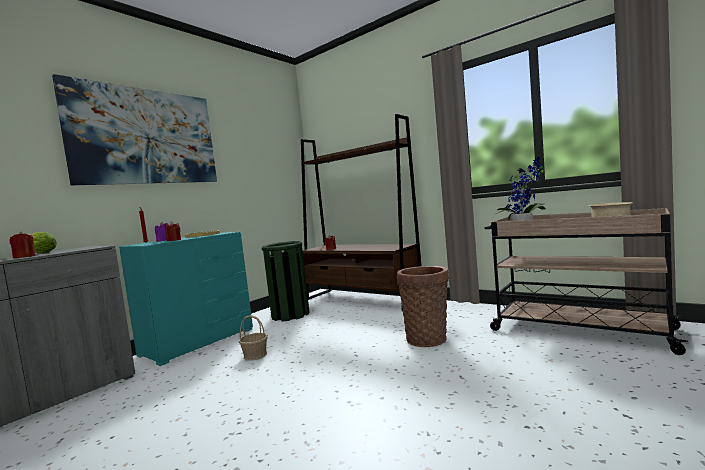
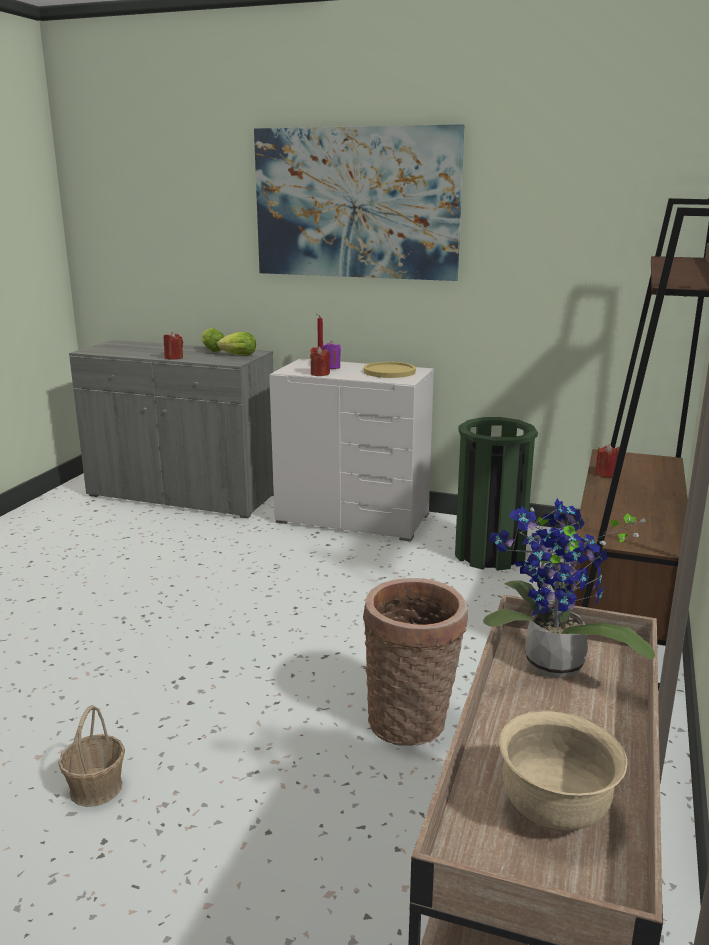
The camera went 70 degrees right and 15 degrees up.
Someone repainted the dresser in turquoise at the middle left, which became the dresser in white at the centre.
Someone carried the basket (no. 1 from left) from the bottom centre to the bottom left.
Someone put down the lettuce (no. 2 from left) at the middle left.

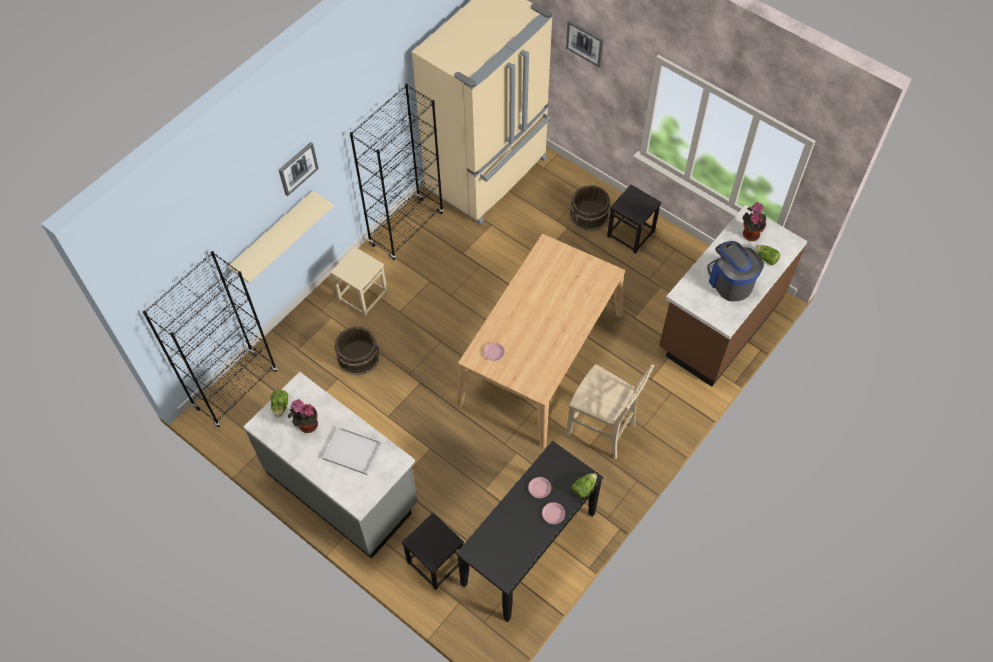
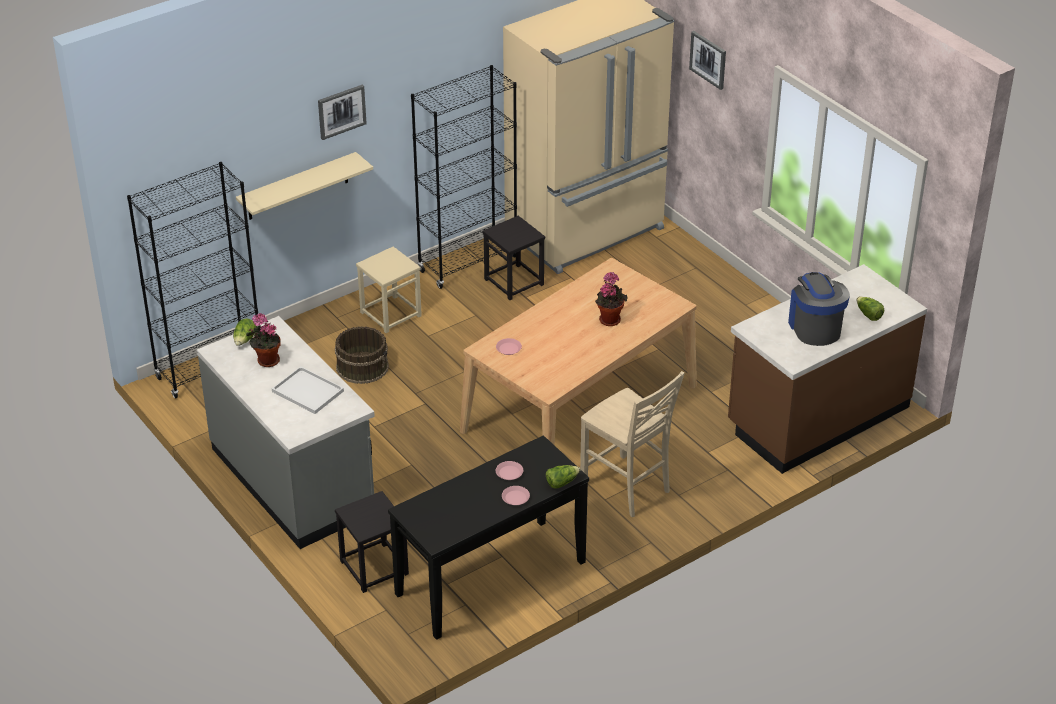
The camera went 15 degrees right and 20 degrees down.
Someone took away the bucket in brown (no. 2 from left) at the top centre.
Someone carried the stool in black (no. 2 from left) from the top centre to the centre.
Someone carried the potted plant (no. 2 from left) from the middle right to the centre.

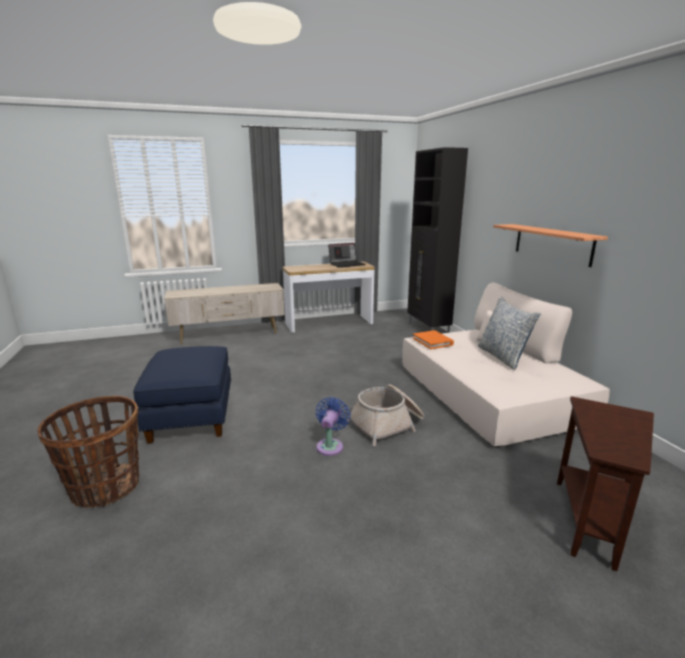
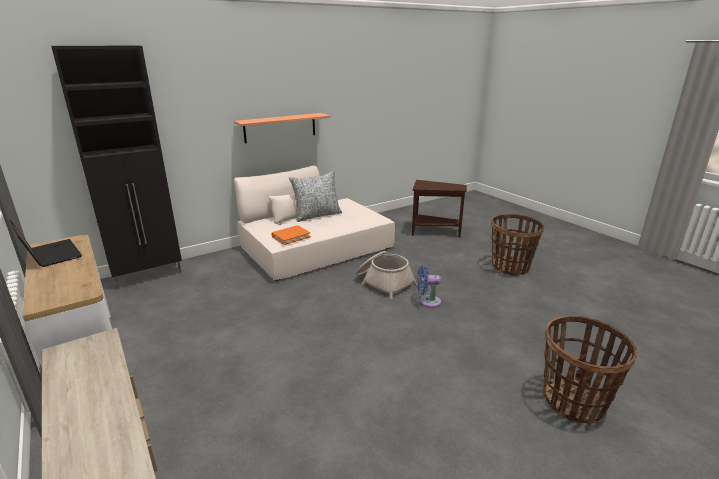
The camera went 105 degrees left and 5 degrees up.
Someone took away the ottoman in blue at the middle left.
Someone put down the basket (no. 2 from left) at the middle right.

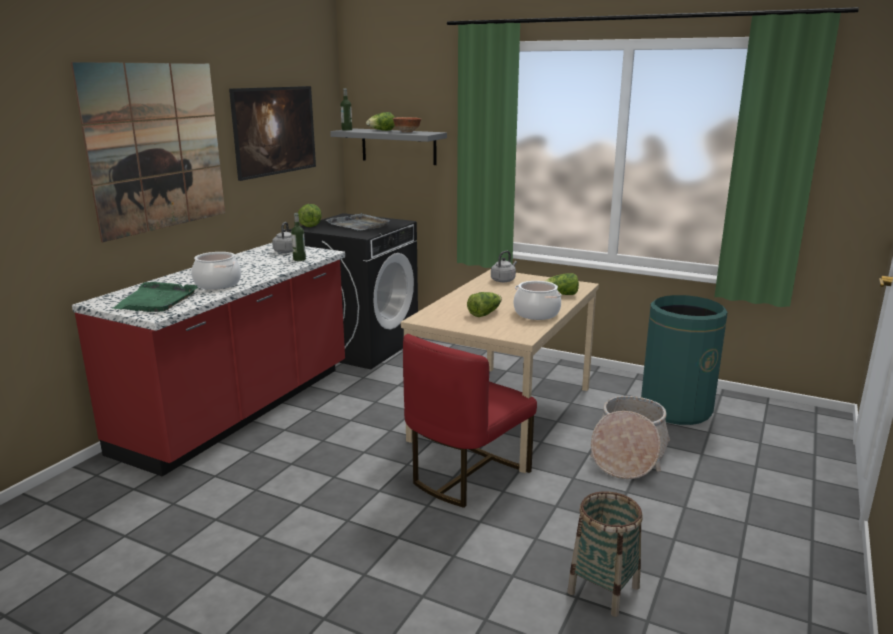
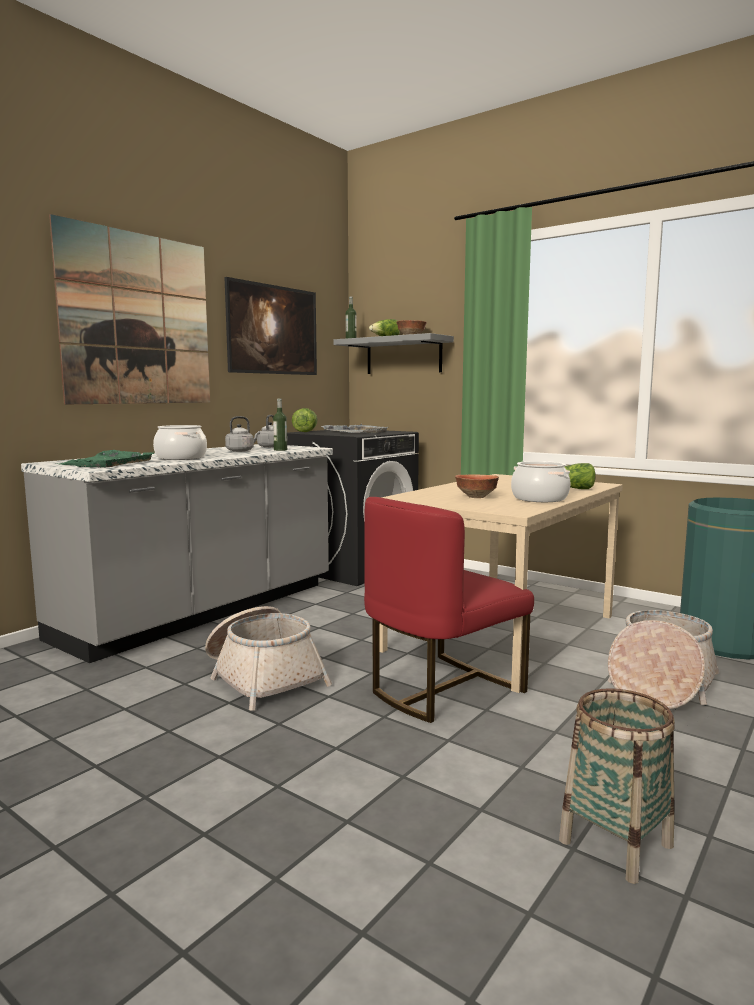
The camera went 10 degrees right and 10 degrees down.
Someone repainted the counter in red at the middle left, which became the counter in grey at the middle left.
Someone carried the kettle in grey (no. 2 from left in the first image) from the centre to the middle left.
Someone swapped the lettuce (no. 3 from left) at the centre for the bowl (no. 2 from left) at the centre.
Someone put down the basket (no. 1 from left) at the centre.

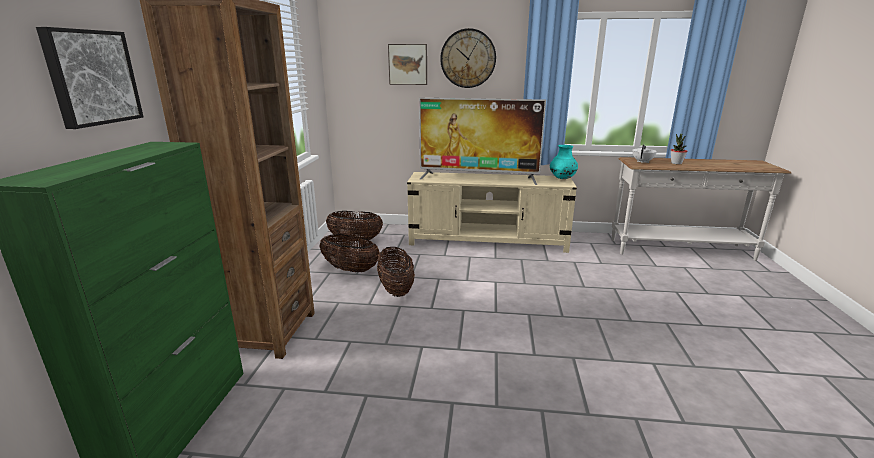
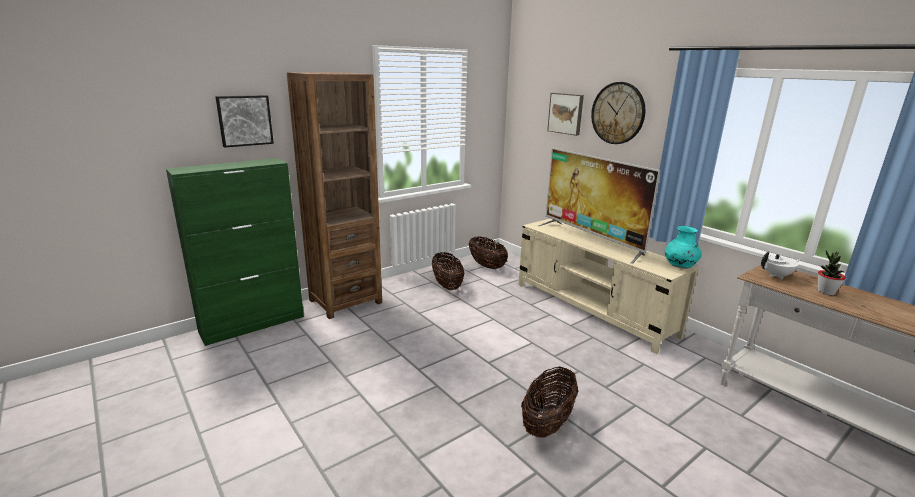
The camera went 45 degrees right and 0 degrees up.
Someone carried the basket (no. 3 from left) from the centre to the bottom centre.

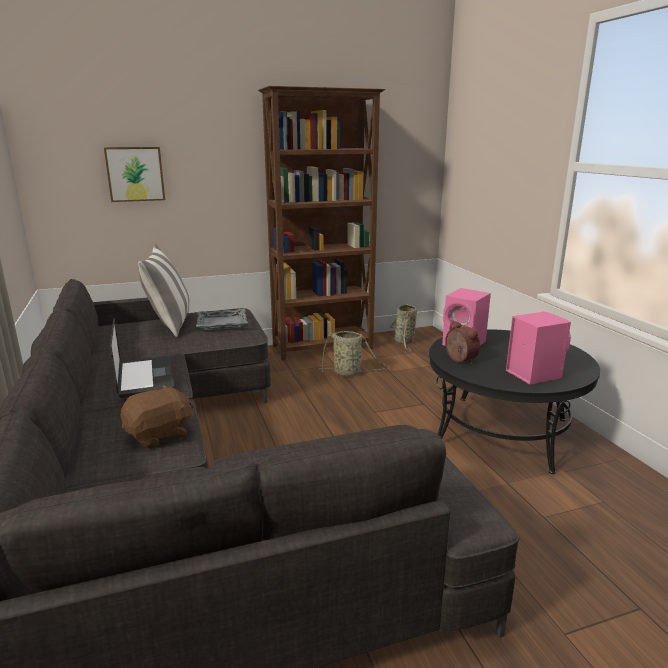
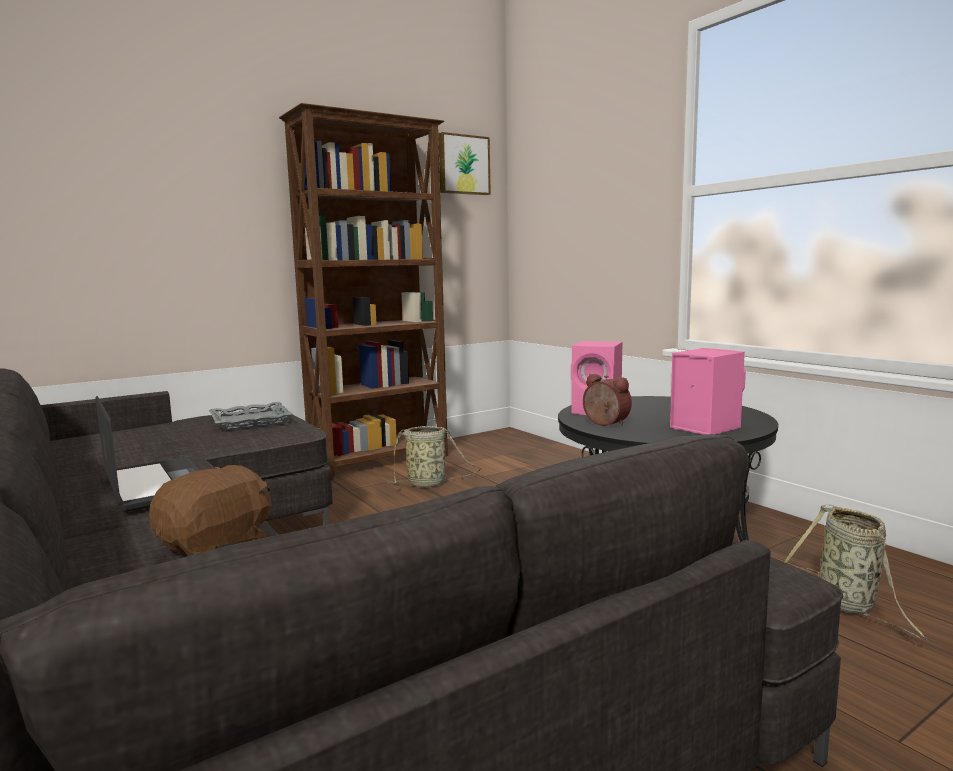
The camera went 15 degrees left and 10 degrees down.
Someone carried the picture from the top left to the top centre.
Someone took away the pillow at the middle left.
Someone carried the basket (no. 2 from left) from the centre to the bottom right.

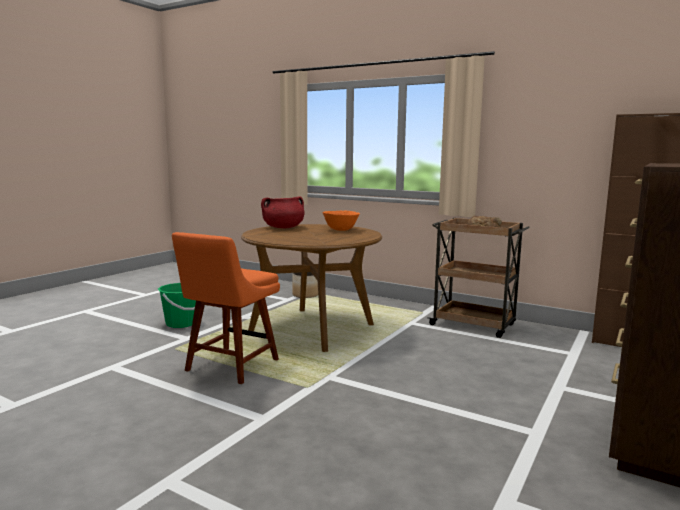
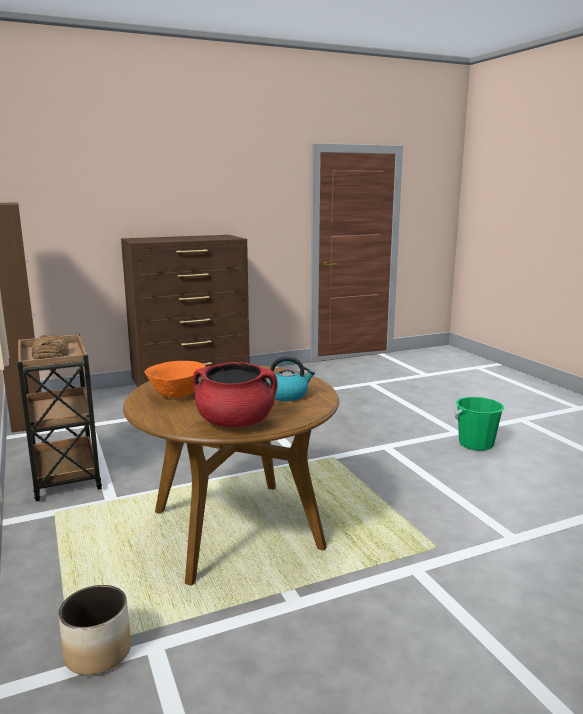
The camera went 145 degrees left and 5 degrees up.
Someone took away the chair in orange at the middle left.
Someone carried the bucket in green from the middle left to the middle right.
Someone put down the kettle at the centre.

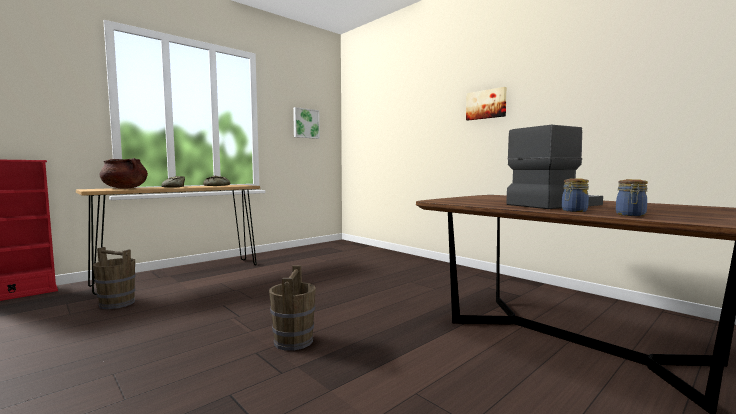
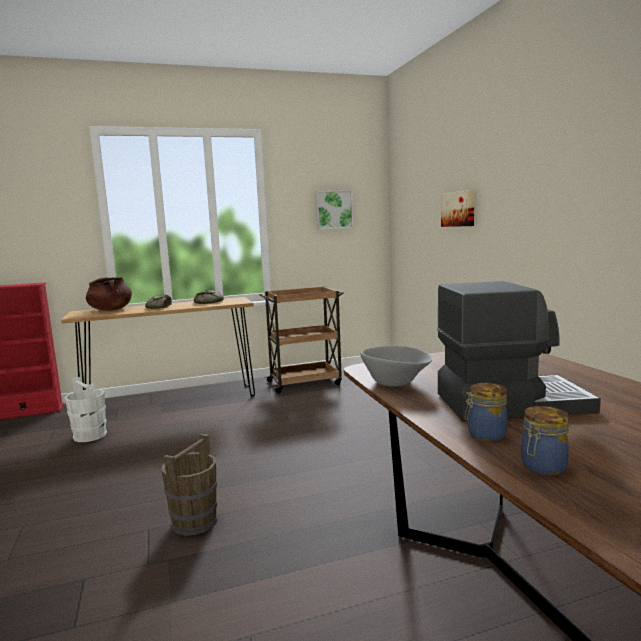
The camera went 25 degrees right and 5 degrees up.
Someone carried the picture (no. 2 from left) from the top centre to the top right.
Someone repainted the bucket in brown (no. 1 from left) at the bottom left, which became the bucket in white at the middle left.
Someone put down the cart in brown at the centre.
Someone put down the bowl in grey at the centre.

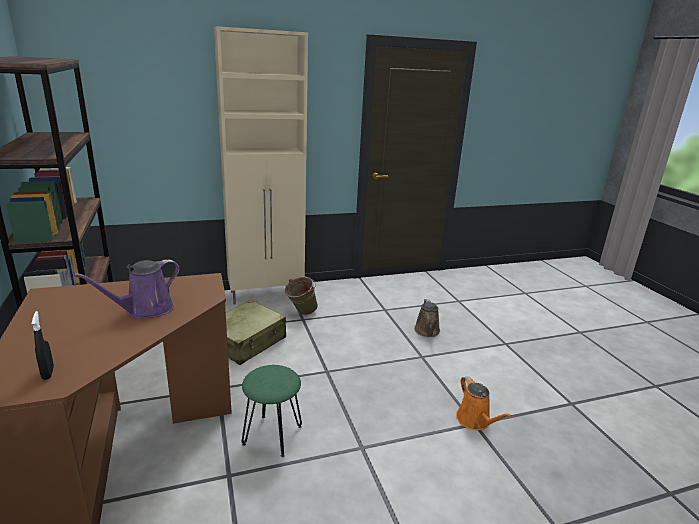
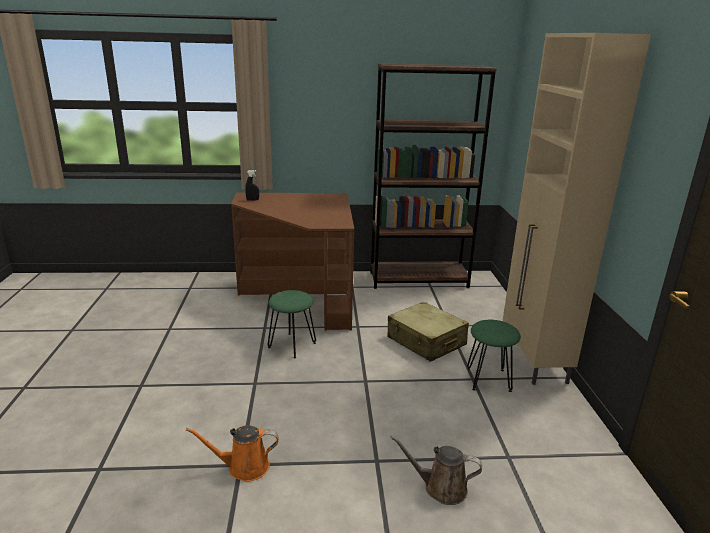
The camera went 105 degrees right and 0 degrees up.
Someone took away the watering can in purple at the middle left.
Someone swapped the bucket in green at the centre for the stool in green (no. 2 from left) at the bottom right.

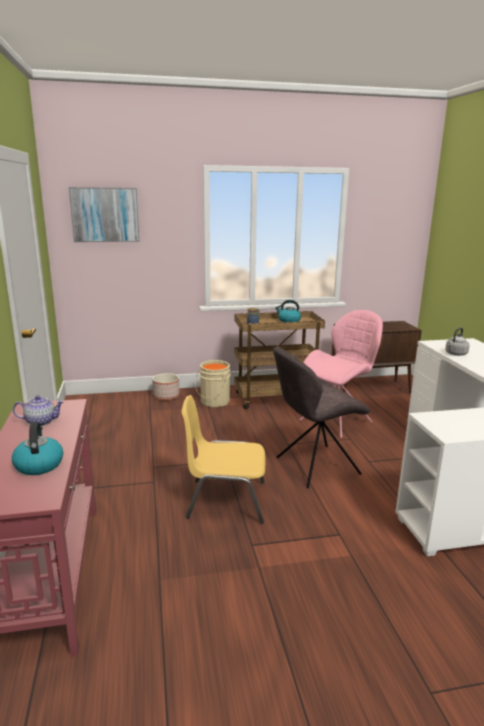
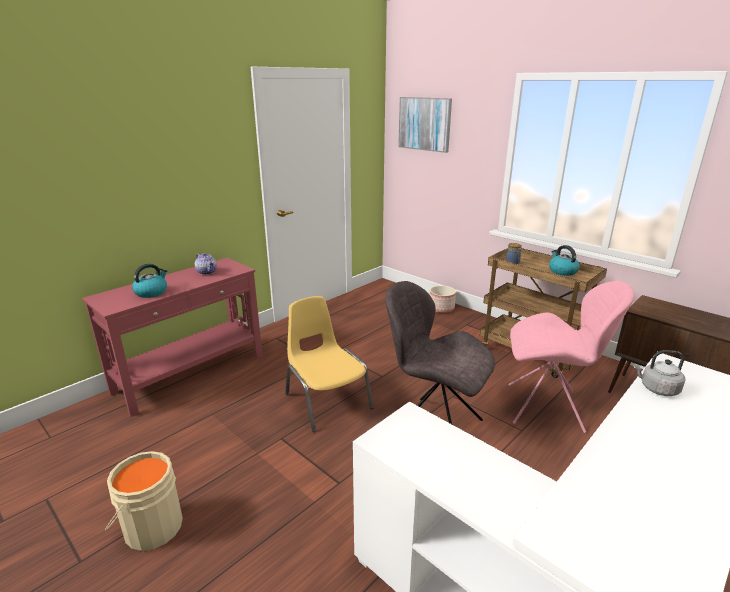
The camera went 55 degrees right and 5 degrees up.
Someone carried the bucket in beige from the centre to the bottom left.

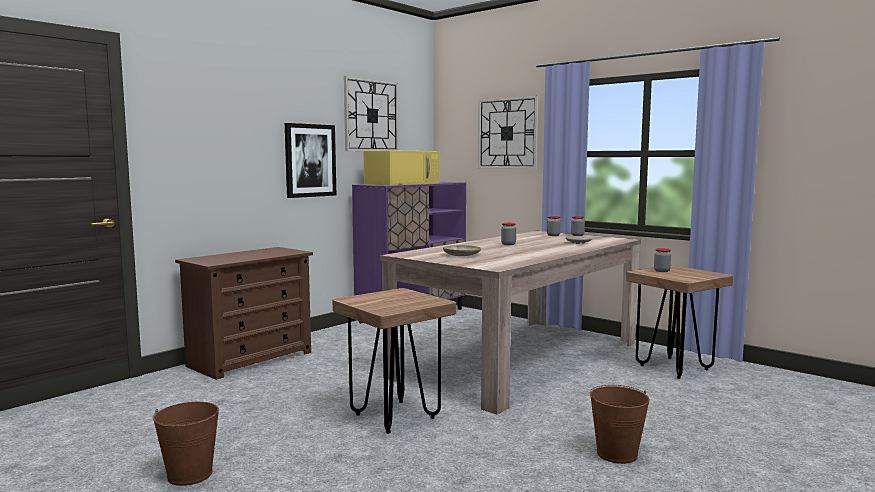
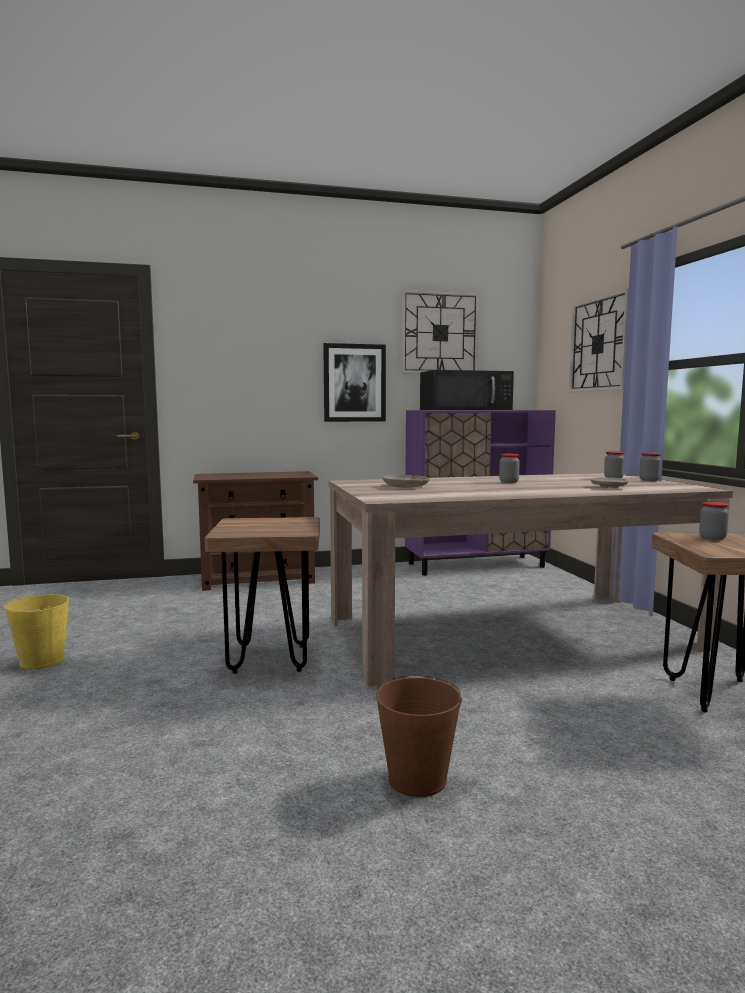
The camera went 35 degrees right and 0 degrees up.
Someone repainted the microwave in yellow at the centre, which became the microwave in black at the centre.
Someone repainted the bucket in brown (no. 1 from left) at the bottom left, which became the bucket in yellow at the middle left.

